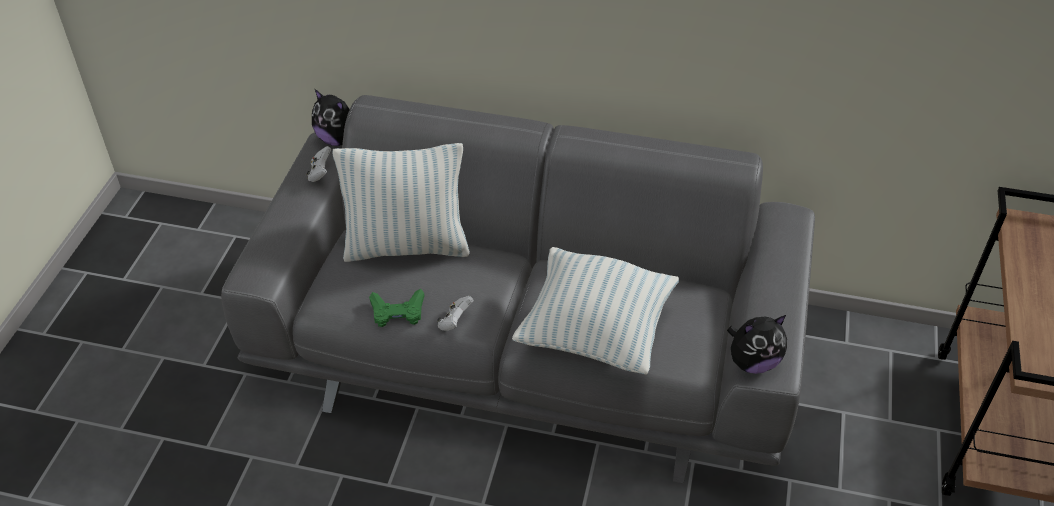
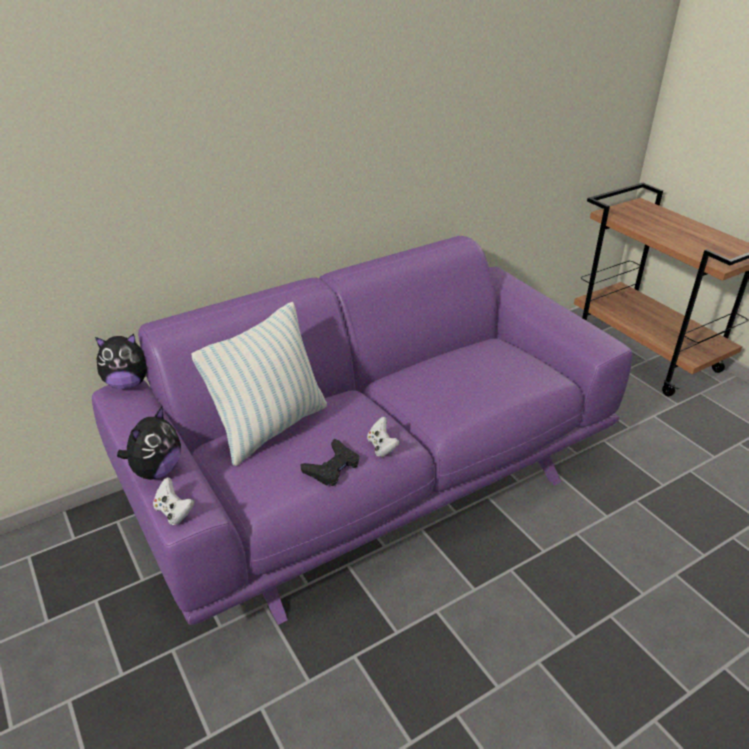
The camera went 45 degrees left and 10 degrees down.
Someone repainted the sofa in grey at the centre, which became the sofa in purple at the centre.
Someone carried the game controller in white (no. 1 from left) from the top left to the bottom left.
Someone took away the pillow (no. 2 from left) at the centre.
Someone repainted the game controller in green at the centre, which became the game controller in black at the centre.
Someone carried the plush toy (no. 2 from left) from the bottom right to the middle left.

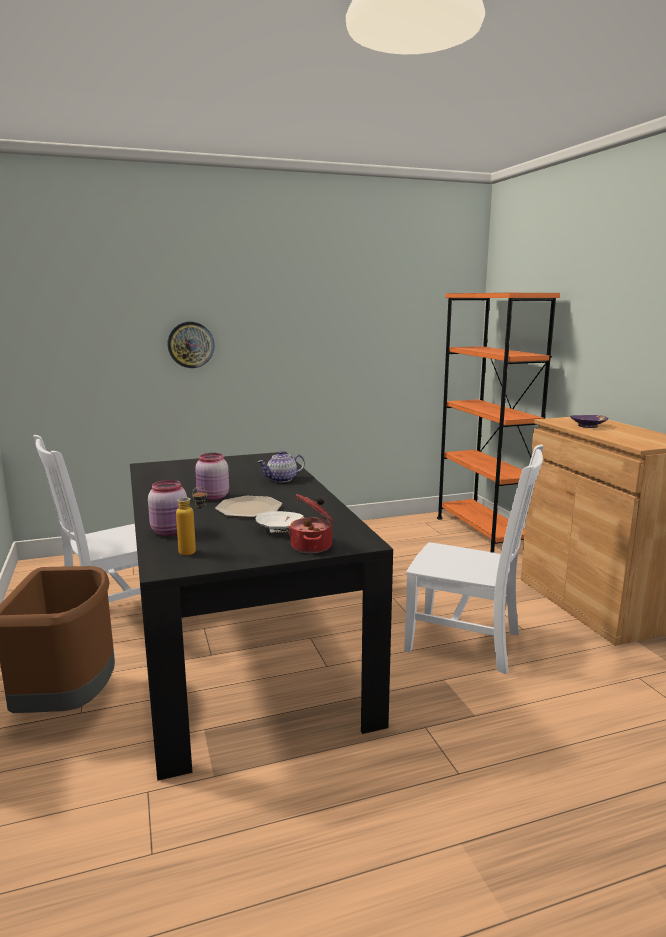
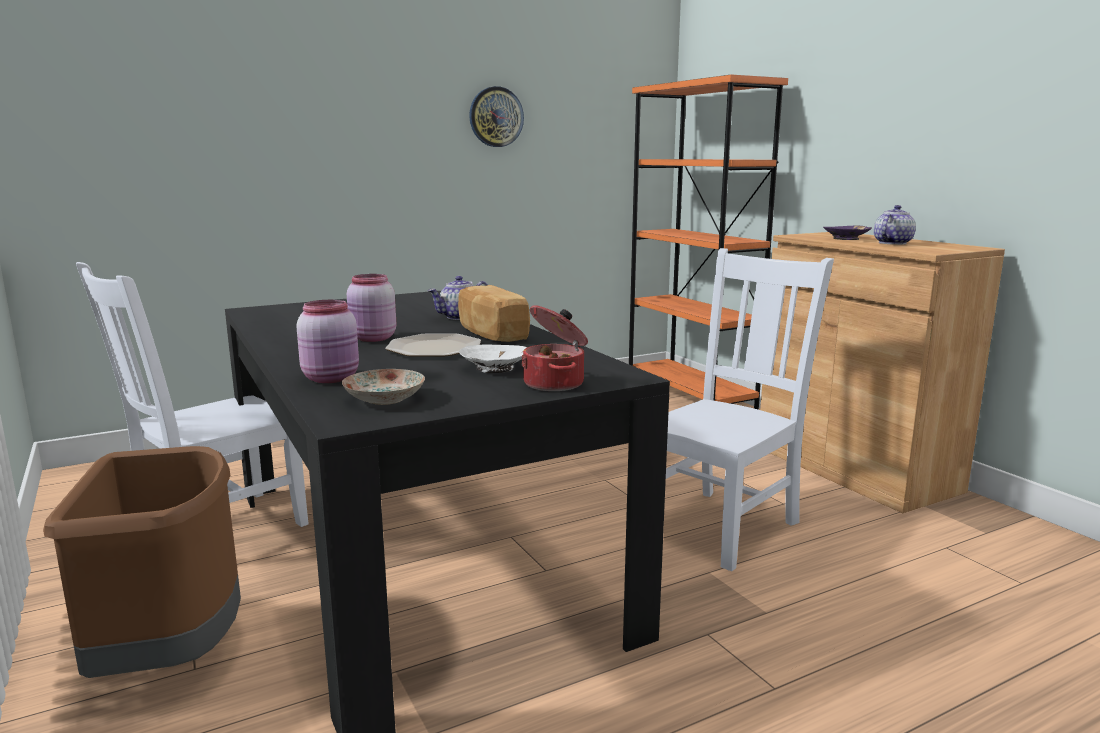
The camera went 10 degrees left and 0 degrees up.
Someone carried the wall clock from the middle left to the top centre.
Someone rotated the chair in white (no. 2 from left) at the middle right by 60 degrees counterclockwise.
Someone swapped the bottle at the middle left for the plate (no. 1 from left) at the centre.
Someone put down the teapot (no. 2 from left) at the top right.
Someone put down the bread at the centre.

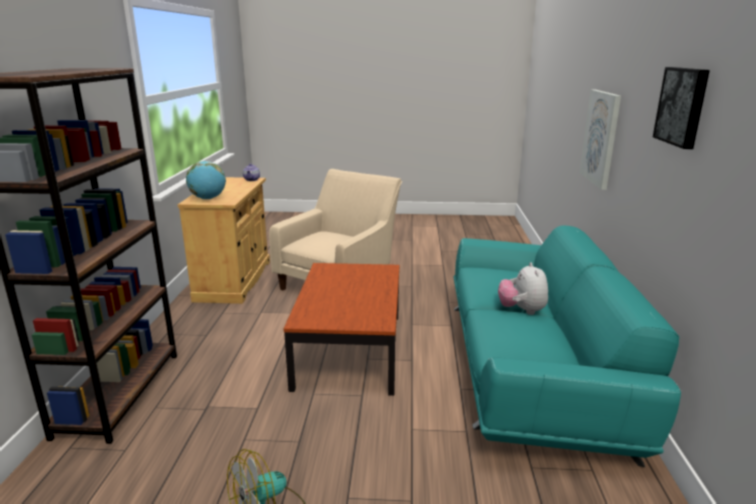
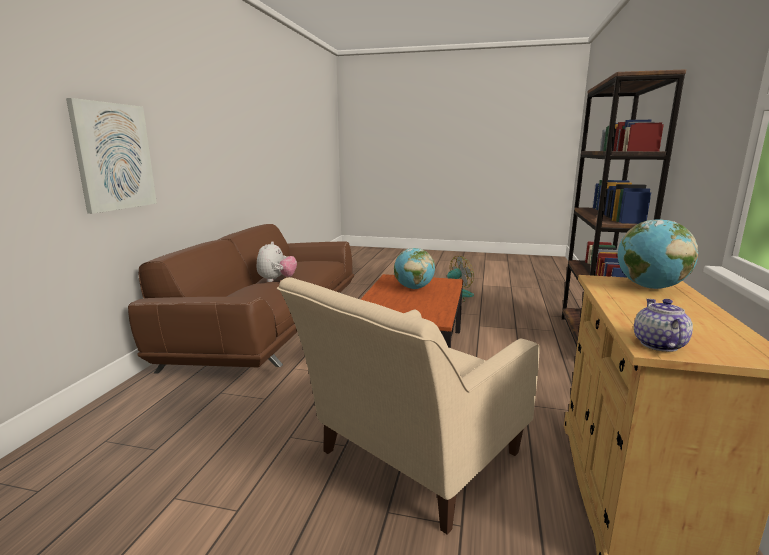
The camera went 170 degrees left and 5 degrees down.
Someone took away the picture (no. 2 from left) at the top right.
Someone repainted the sofa in turquoise at the bottom right, which became the sofa in brown at the middle left.
Someone put down the globe (no. 1 from left) at the centre.

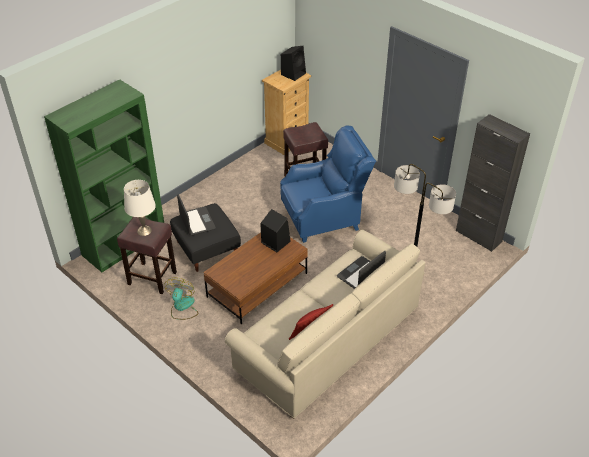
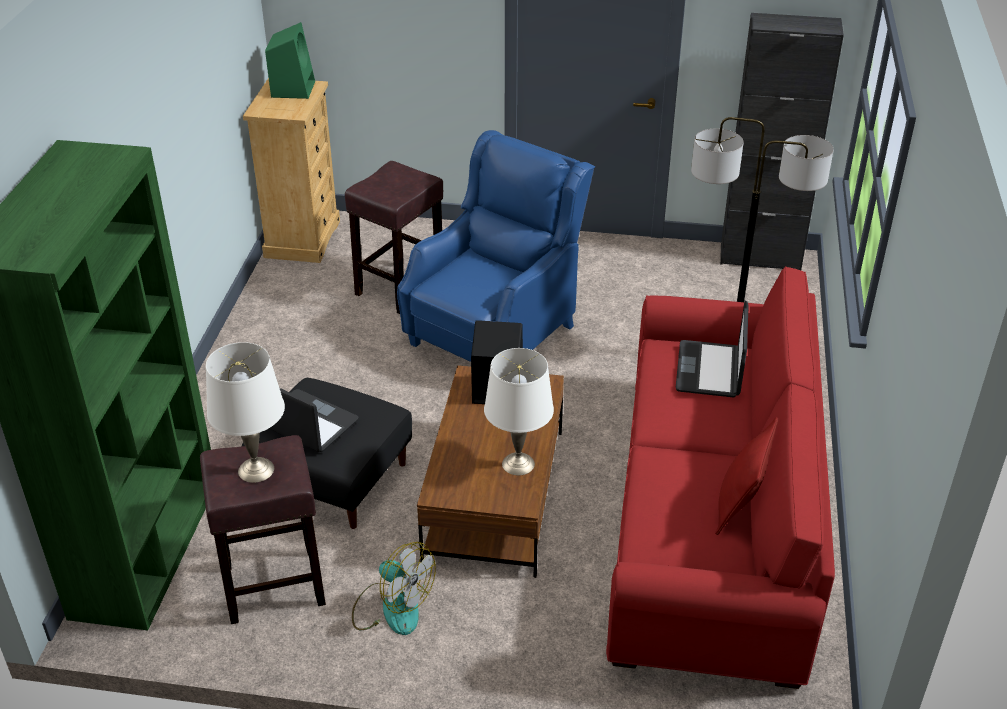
The camera went 35 degrees left and 5 degrees down.
Someone repainted the speaker in black (no. 2 from left) at the top centre, which became the speaker in green at the top left.
Someone repainted the sofa in beige at the bottom centre, which became the sofa in red at the bottom right.
Someone rotated the fan at the middle left by 150 degrees clockwise.
Someone put down the table lamp in white (no. 2 from left) at the centre.

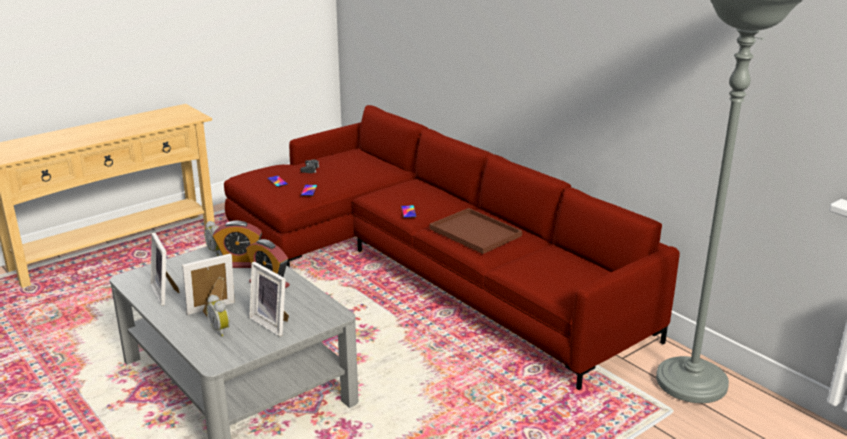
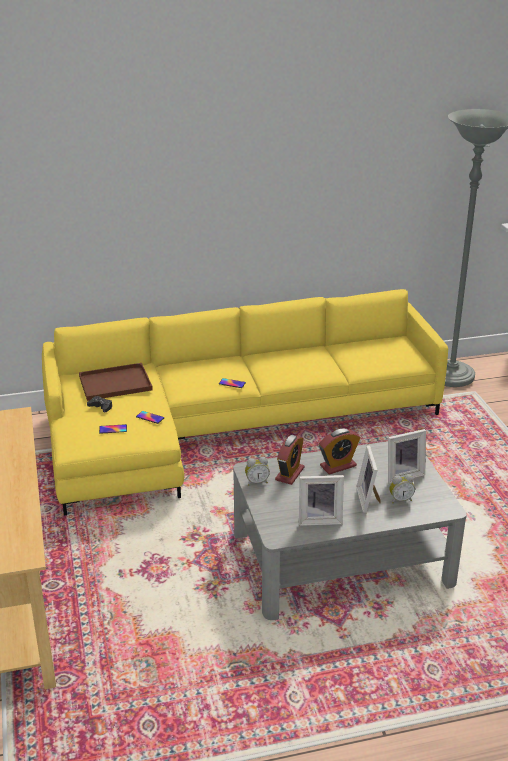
The camera went 65 degrees left and 5 degrees up.
Someone repainted the sofa in red at the centre, which became the sofa in yellow at the centre.
Someone carried the tray in brown from the centre to the middle left.

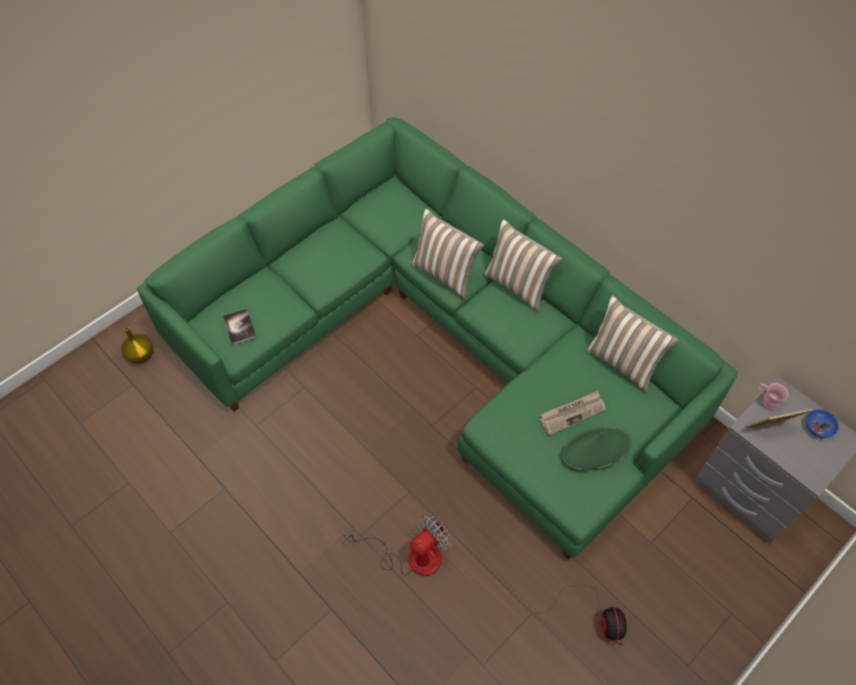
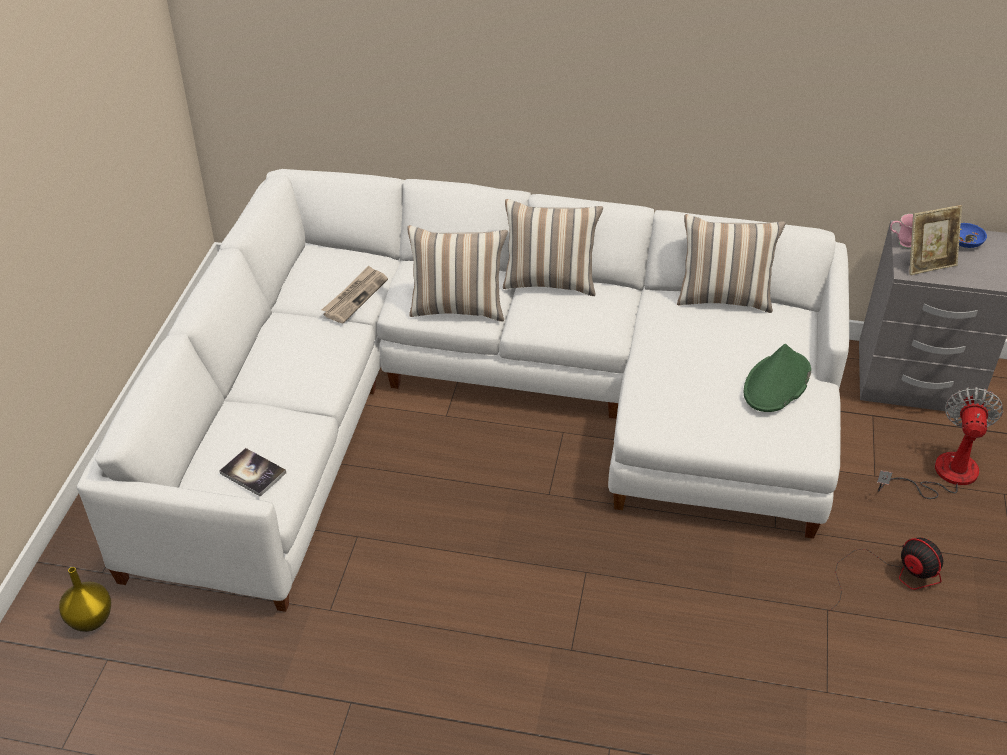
The camera went 35 degrees left and 15 degrees down.
Someone repainted the sofa in green at the centre, which became the sofa in white at the centre.
Someone carried the newspaper from the middle right to the centre.
Someone rotated the picture frame at the middle right by 150 degrees counterclockwise.
Someone carried the fan (no. 1 from left in the first image) from the bottom centre to the middle right.

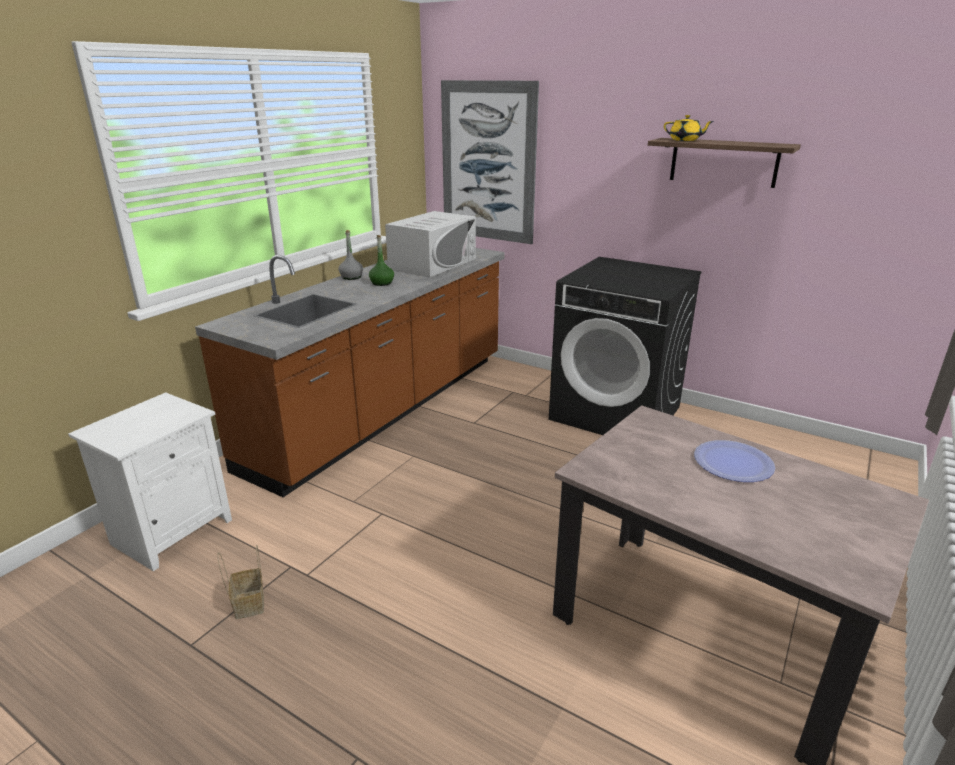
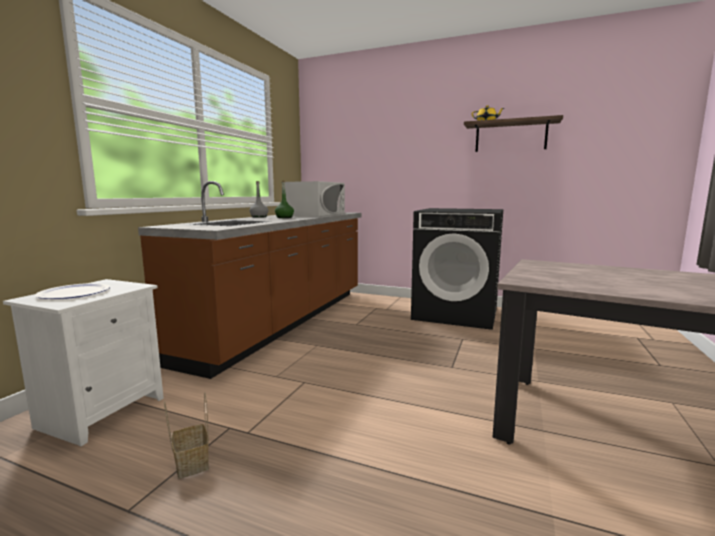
The camera went 10 degrees left and 15 degrees down.
Someone took away the picture at the top centre.
Someone carried the plate from the middle right to the middle left.

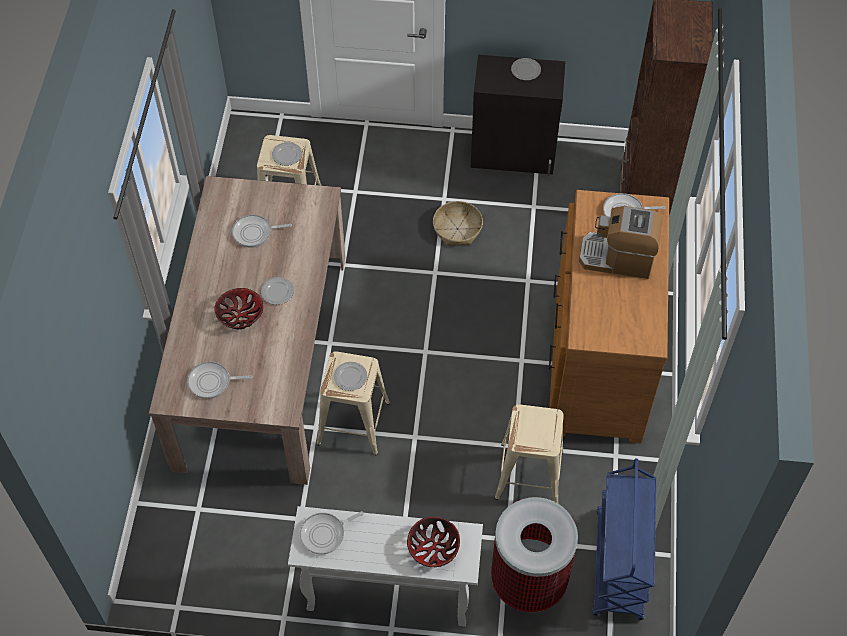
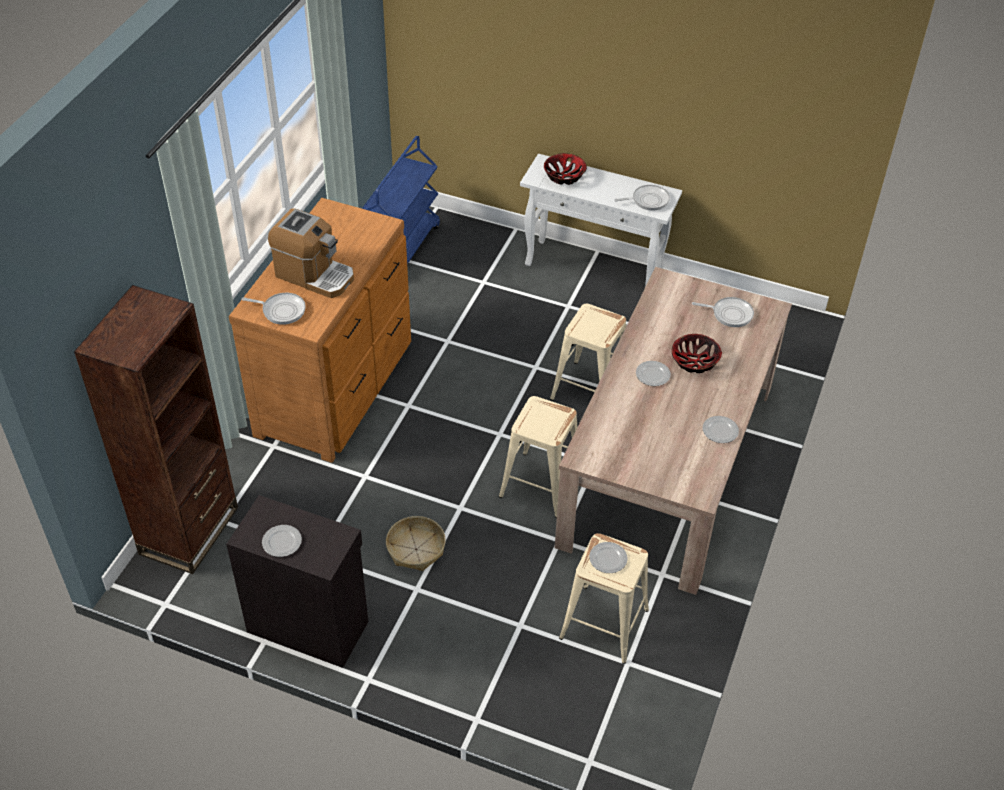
The camera went 165 degrees left and 10 degrees down.
Someone took away the frying pan (no. 2 from left) at the middle left.
Someone carried the plate (no. 3 from left in the first image) from the centre to the middle right.
Someone carried the stool in beige (no. 3 from left in the first image) from the bottom centre to the centre.
Someone took away the trash can at the bottom centre.

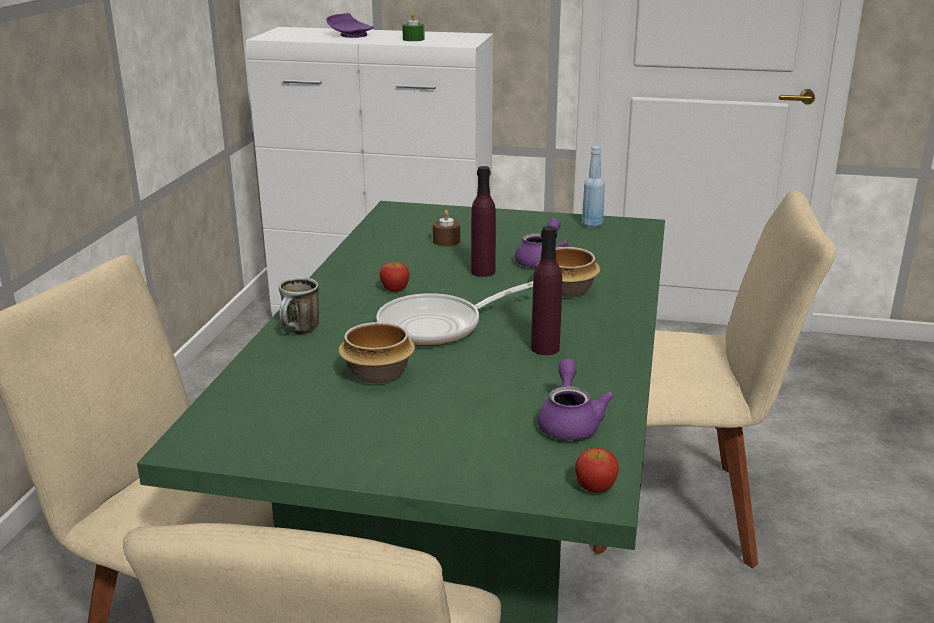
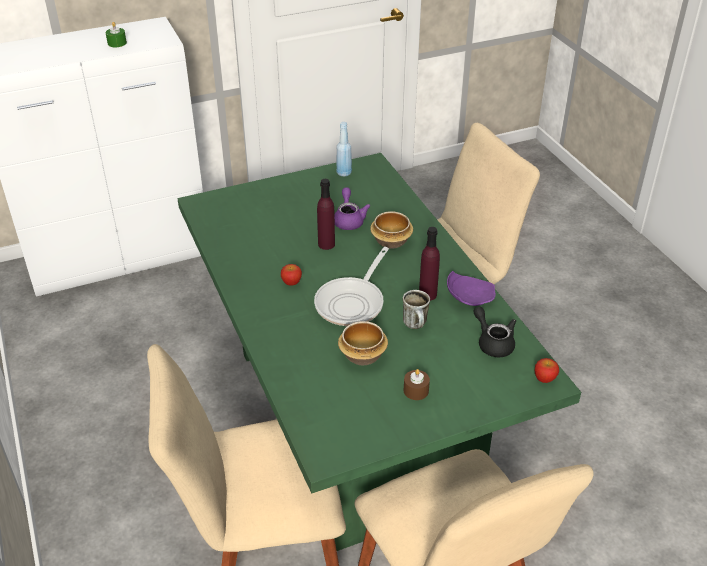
The camera went 35 degrees left and 15 degrees up.
Someone carried the plate in purple from the top centre to the centre.
Someone carried the candle in brown from the centre to the bottom centre.
Someone carried the mug from the middle left to the centre.
Someone repainted the teapot in purple (no. 2 from left) at the centre, which became the teapot in black at the middle right.

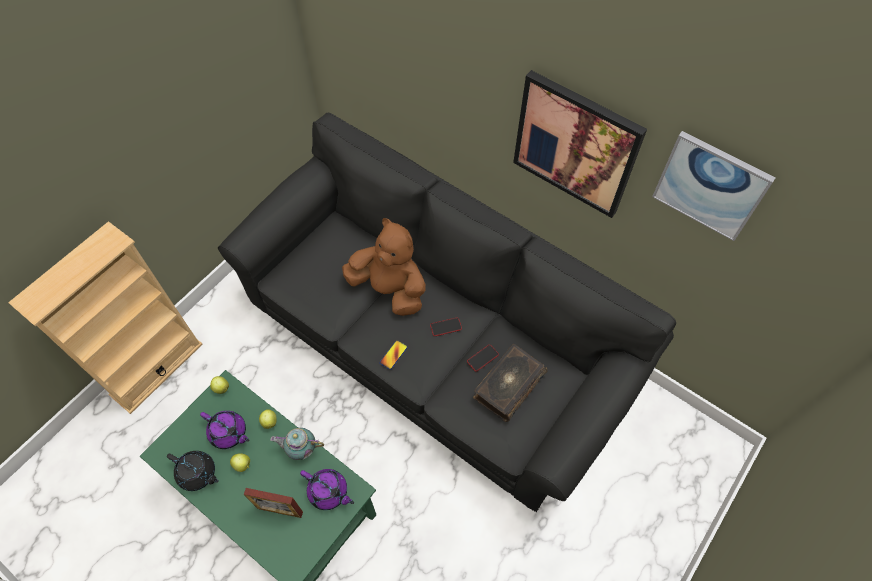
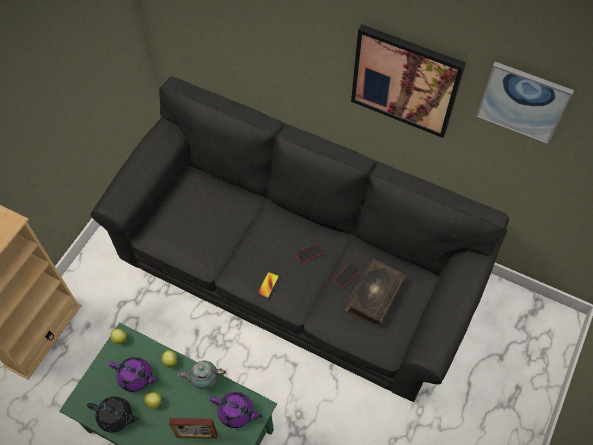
The camera went 10 degrees left and 0 degrees up.
Someone took away the plush toy in brown at the centre.

